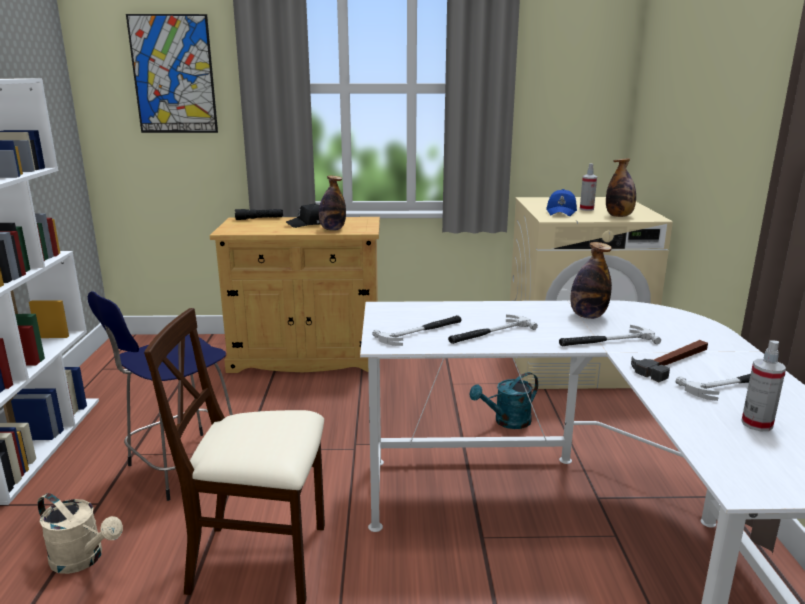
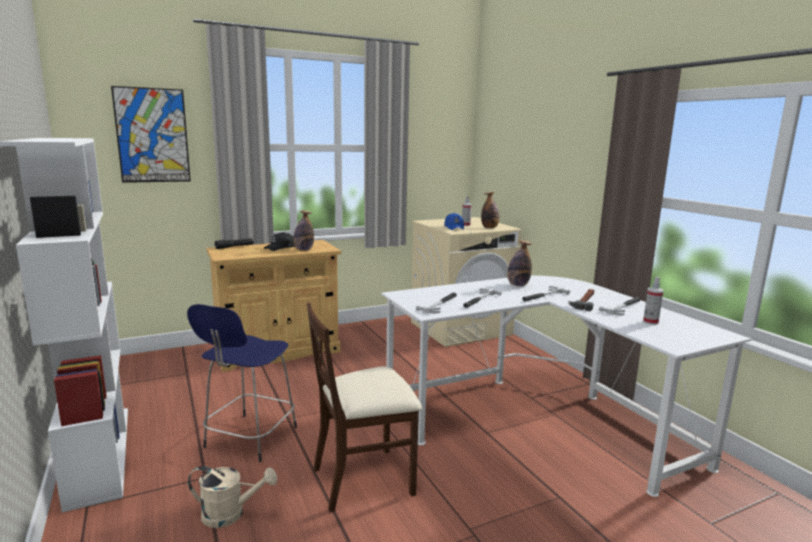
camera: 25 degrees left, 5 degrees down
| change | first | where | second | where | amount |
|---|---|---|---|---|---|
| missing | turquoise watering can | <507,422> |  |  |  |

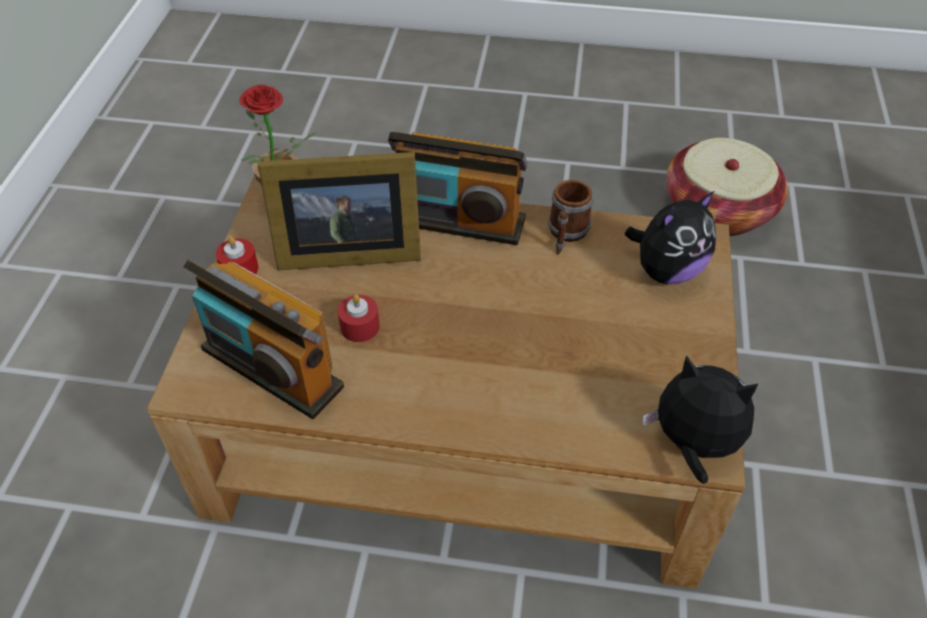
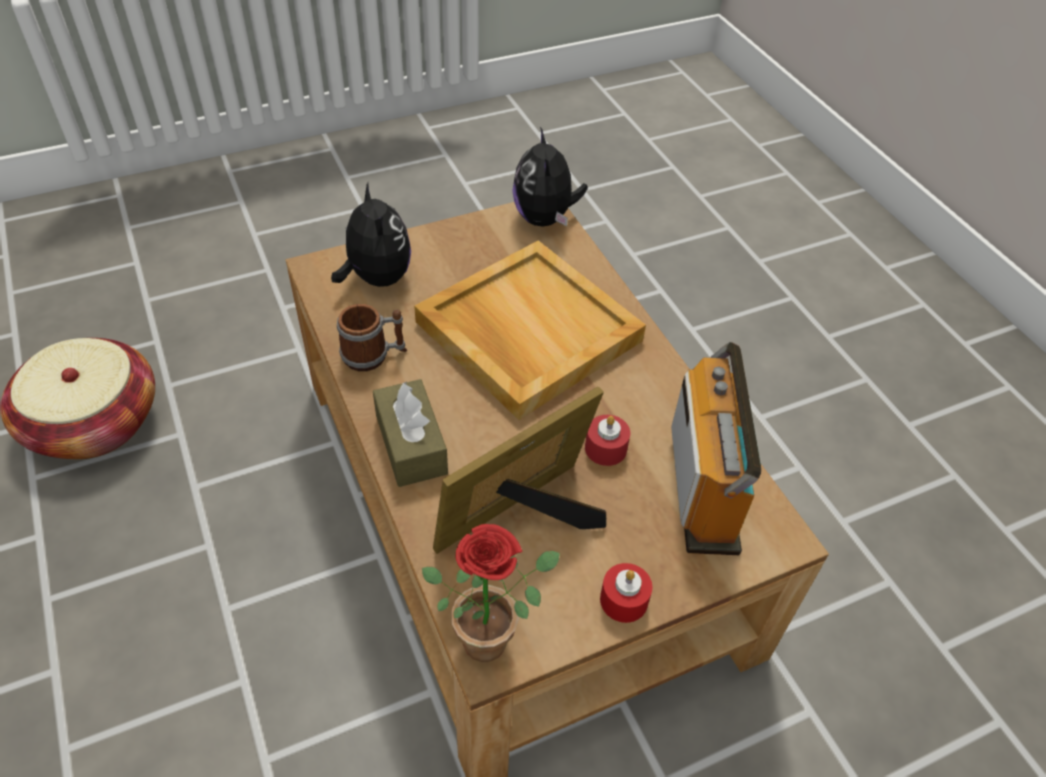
camera: 125 degrees left, 0 degrees up
| change | first | where | second | where | amount |
|---|---|---|---|---|---|
| spun | plush toy | <666,270> |  | <376,277> | 45 degrees clockwise |
| exchanged | radio | <458,221> | brown tissue box | <411,444> |  |
| appeared |  |  | beige tray | <526,331> |  |
| spun | picture frame | <344,251> |  | <524,518> | 90 degrees counterclockwise |

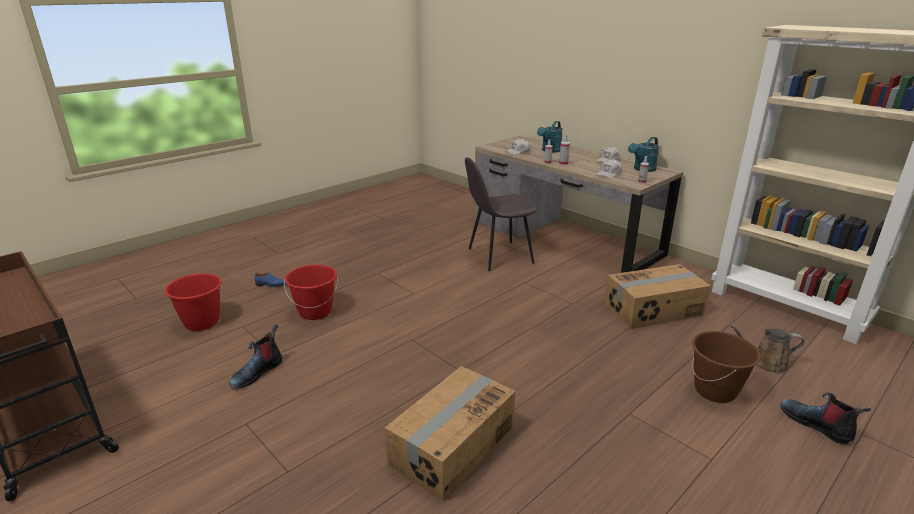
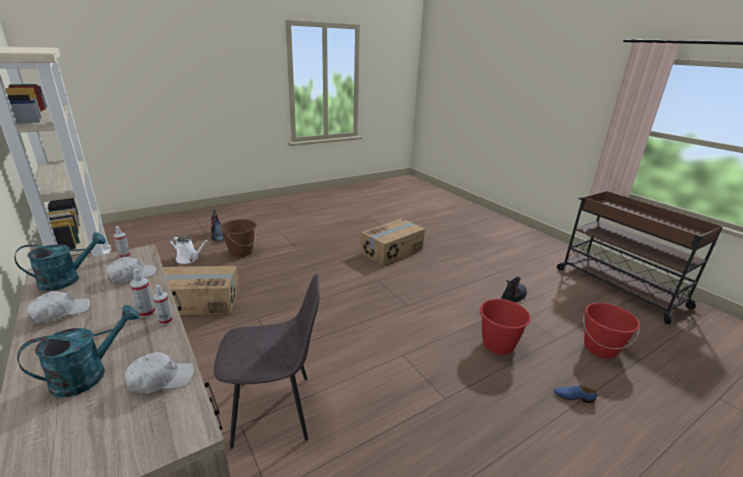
camera: 170 degrees left, 0 degrees up
| change | first | where | second | where | amount |
|---|---|---|---|---|---|
| colour | brown watering can | <765,363> | white watering can | <189,259> |  |

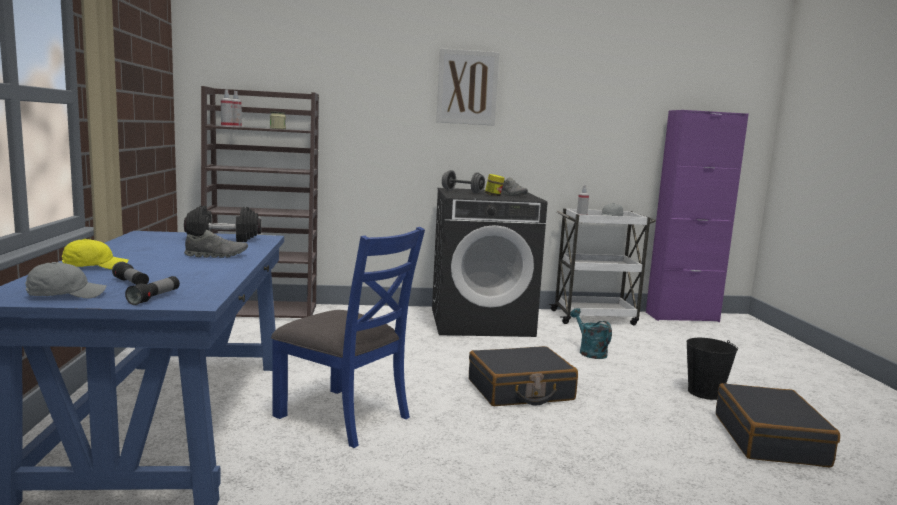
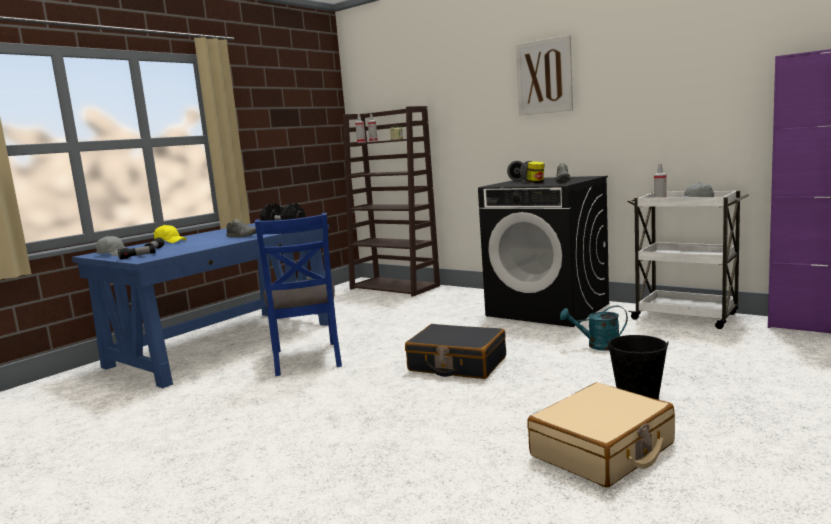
camera: 45 degrees right, 0 degrees up
| change | first | where | second | where | amount |
|---|---|---|---|---|---|
| colour | black suitcase | <770,440> | beige suitcase | <603,450> |  |
| spun | turquoise watering can | <589,352> |  | <597,346> | 105 degrees counterclockwise |

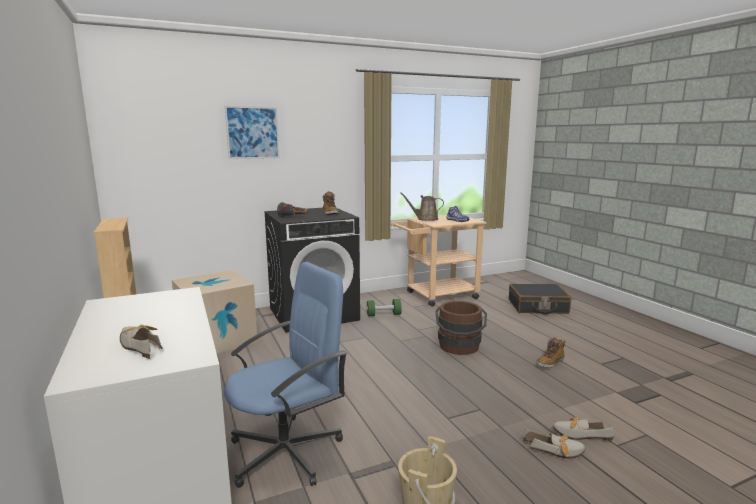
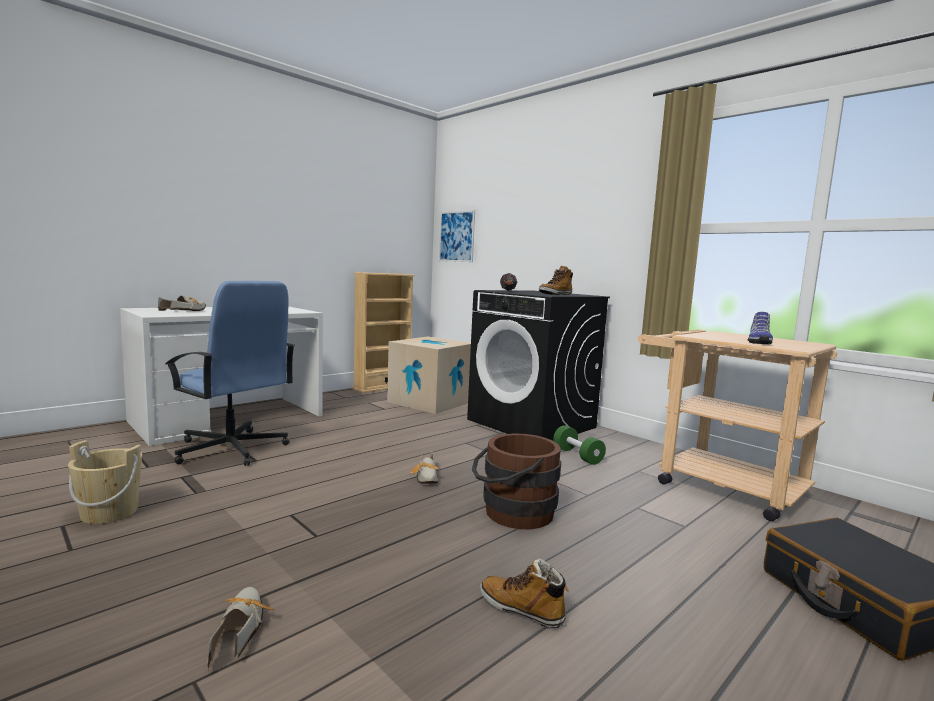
camera: 70 degrees right, 5 degrees down
| change | first | where | second | where | amount |
|---|---|---|---|---|---|
| relocated | shoe | <557,451> |  | <427,477> |  |
| relocated | picture | <252,132> |  | <456,236> |  |
| missing | brown watering can | <425,219> |  |  |  |

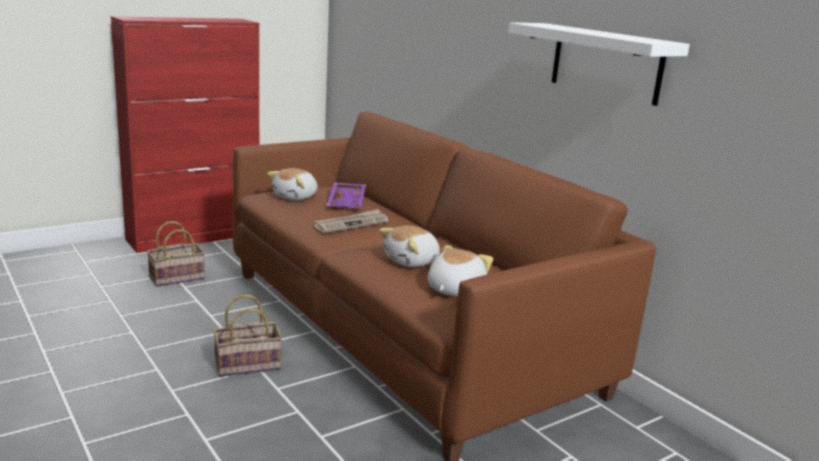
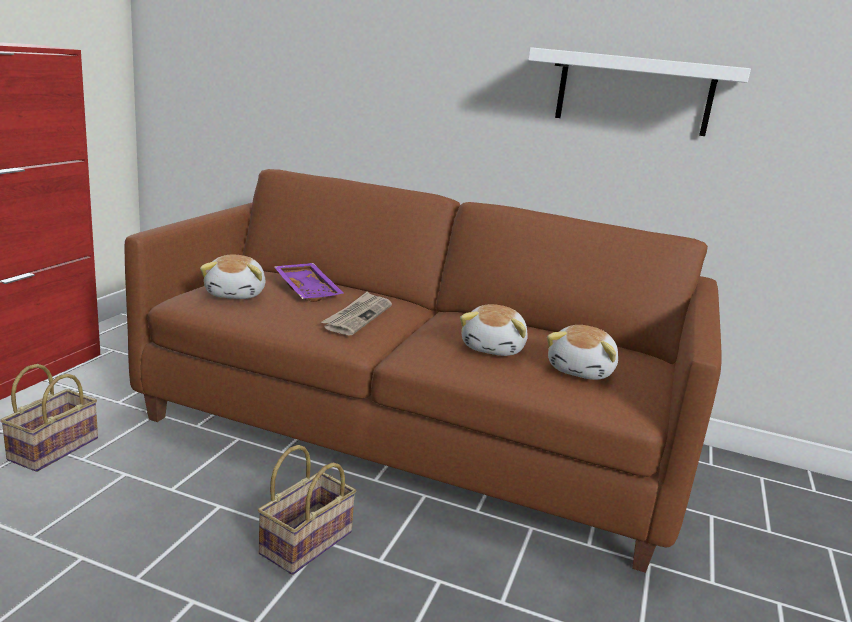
camera: 35 degrees left, 0 degrees up
| change | first | where | second | where | amount |
|---|---|---|---|---|---|
| spun | plush toy | <453,289> |  | <582,370> | 150 degrees counterclockwise |

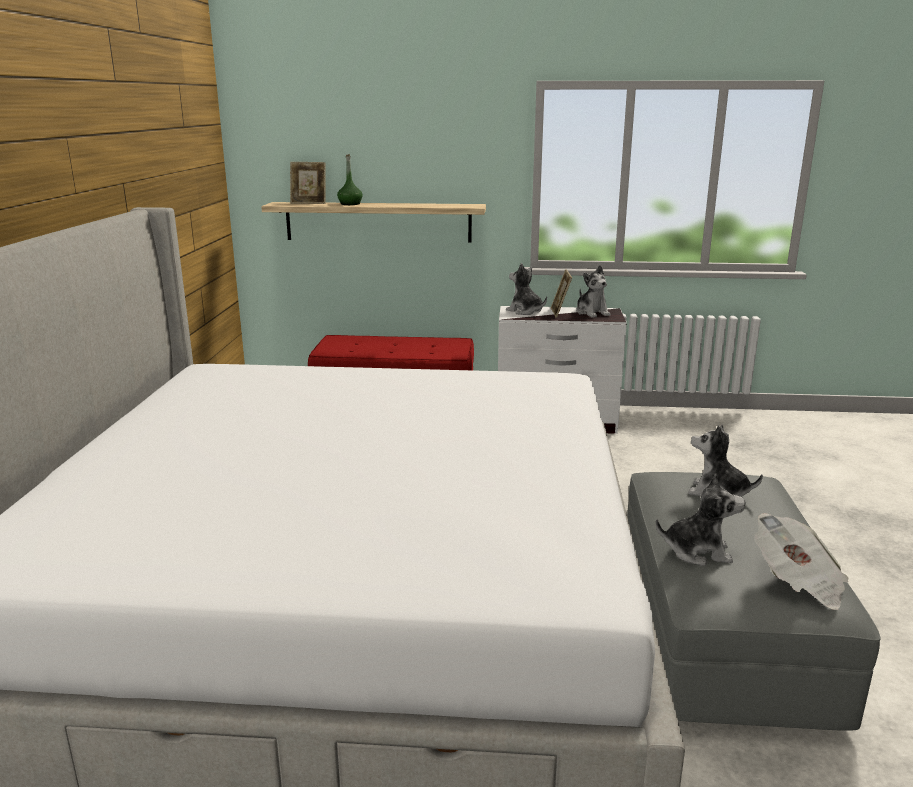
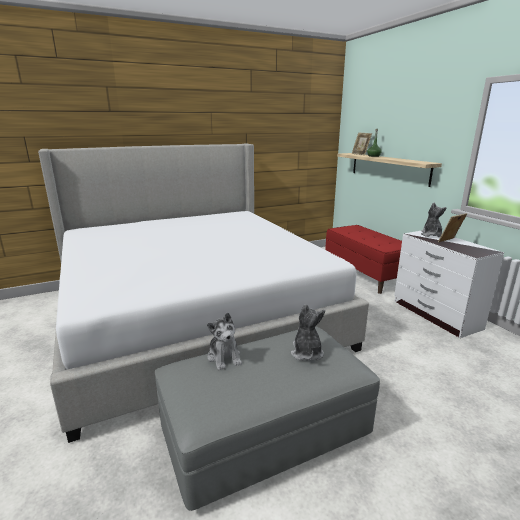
camera: 60 degrees right, 0 degrees up
| change | first | where | second | where | amount |
|---|---|---|---|---|---|
| missing | plush toy | <592,313> |  |  |  |
| missing | newspaper | <798,582> |  |  |  |

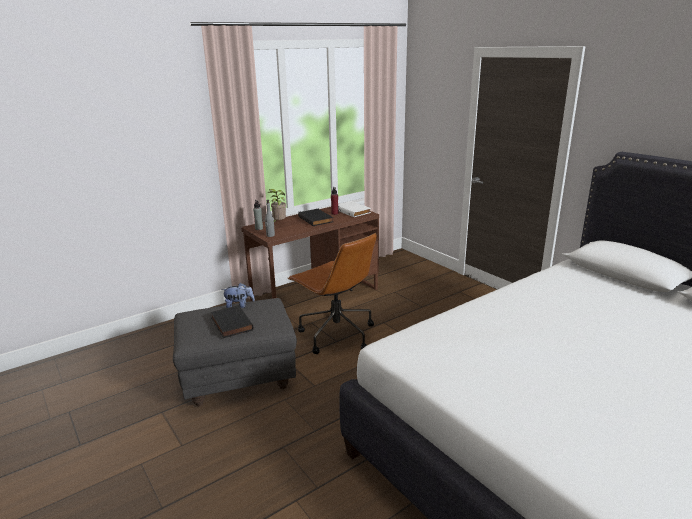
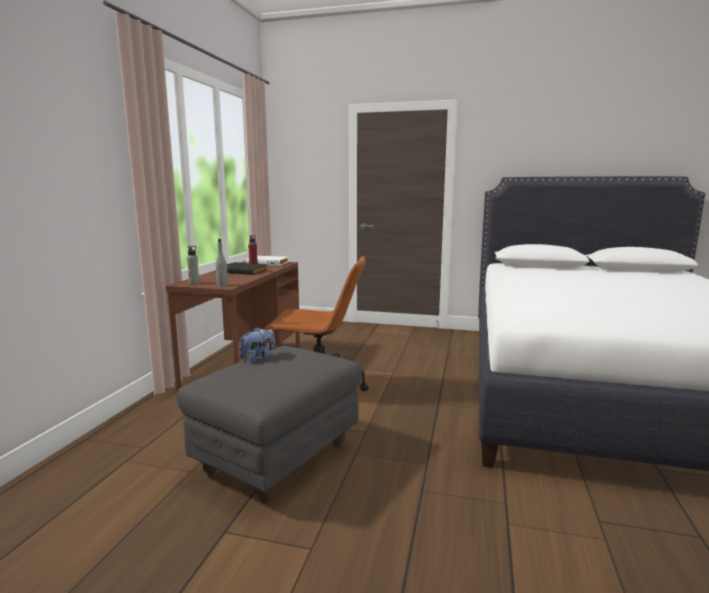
camera: 40 degrees left, 10 degrees down
| change | first | where | second | where | amount |
|---|---|---|---|---|---|
| missing | black book | <230,324> |  |  |  |
| missing | potted plant | <278,223> |  |  |  |

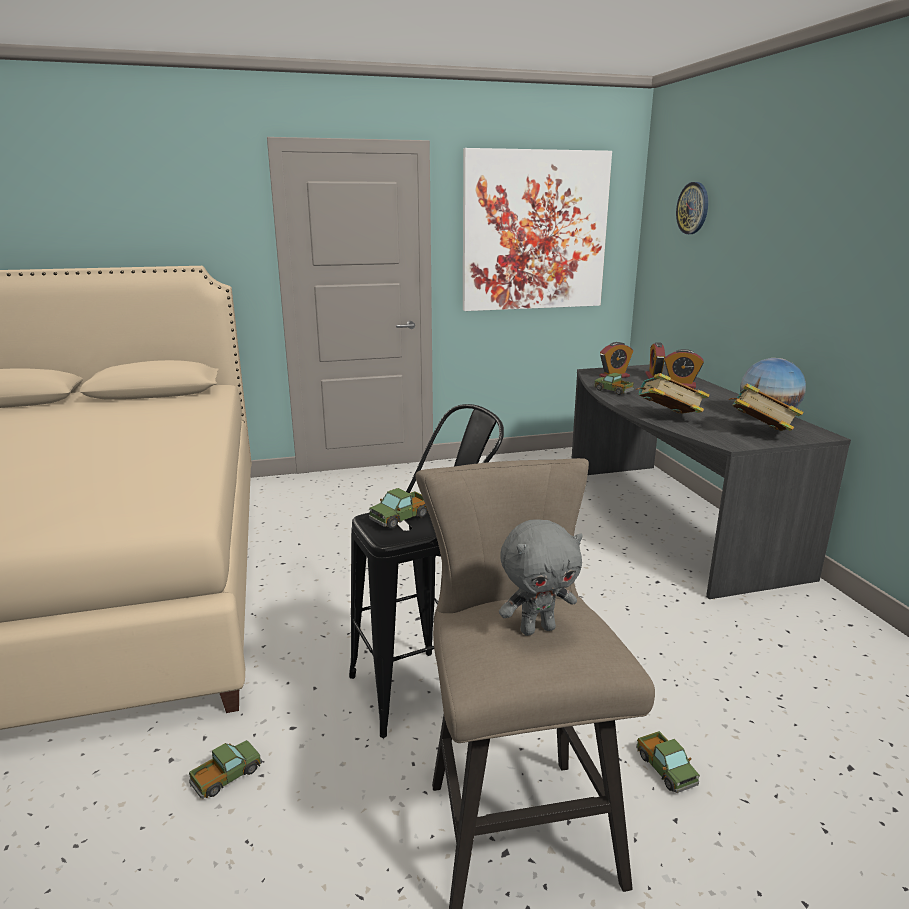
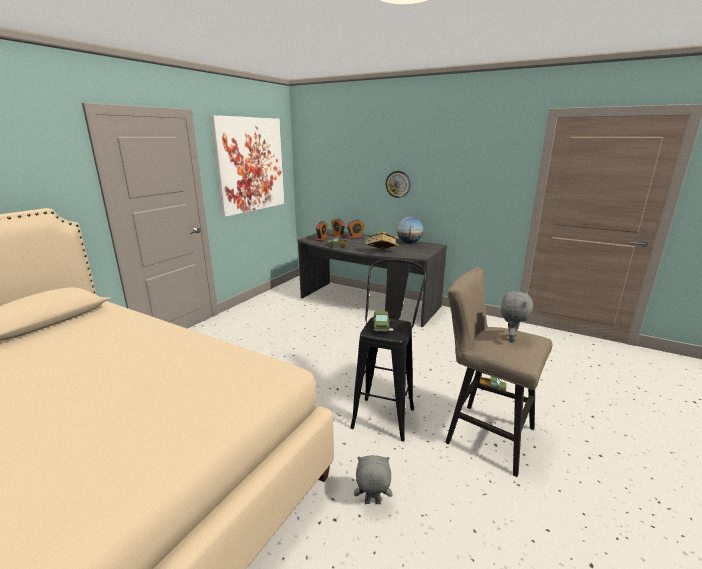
camera: 45 degrees left, 0 degrees up
| change | first | where | second | where | amount |
|---|---|---|---|---|---|
| exchanged | toy truck | <227,777> | grey plush toy | <372,503> |  |
| relocated | wall clock | <693,208> |  | <398,184> |  |
| missing | book | <759,433> |  |  |  |

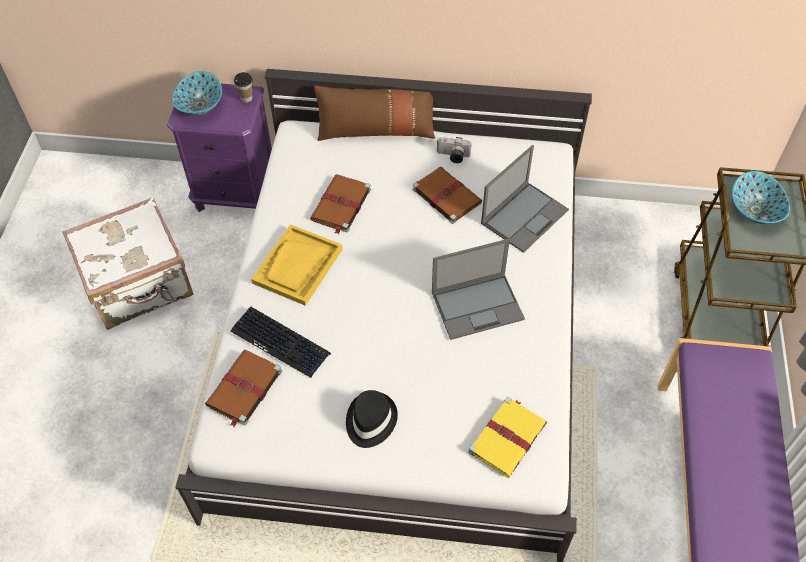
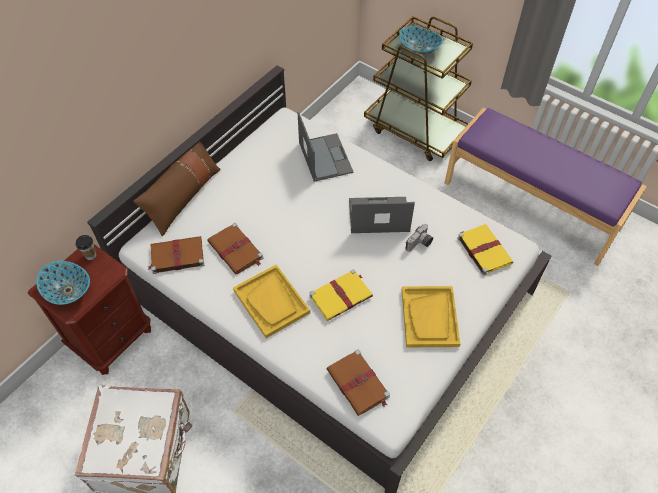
camera: 60 degrees left, 0 degrees up
| change | first | where | second | where | amount |
|---|---|---|---|---|---|
| colour | purple nightstand | <236,193> | brown nightstand | <112,339> |  |
| relocated | brown book | <445,195> |  | <176,256> |  |
| appeared |  |  | yellow book | <341,295> |  |
| spun | laptop | <478,305> |  | <378,215> | 105 degrees counterclockwise |
| exchanged | black hat | <370,420> | yellow tray | <429,317> |  |
| relocated | photo camera | <452,156> |  | <419,244> |  |
| missing | keyboard | <280,342> |  |  |  |

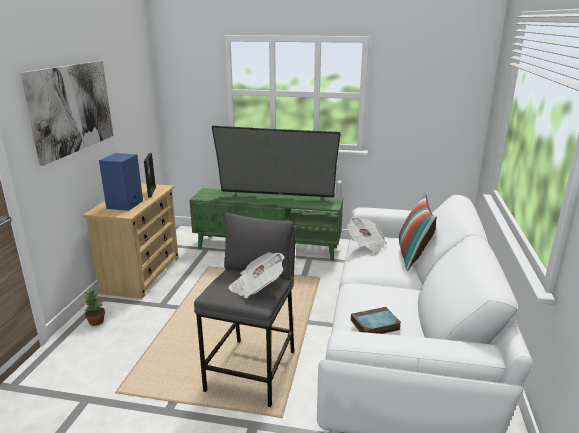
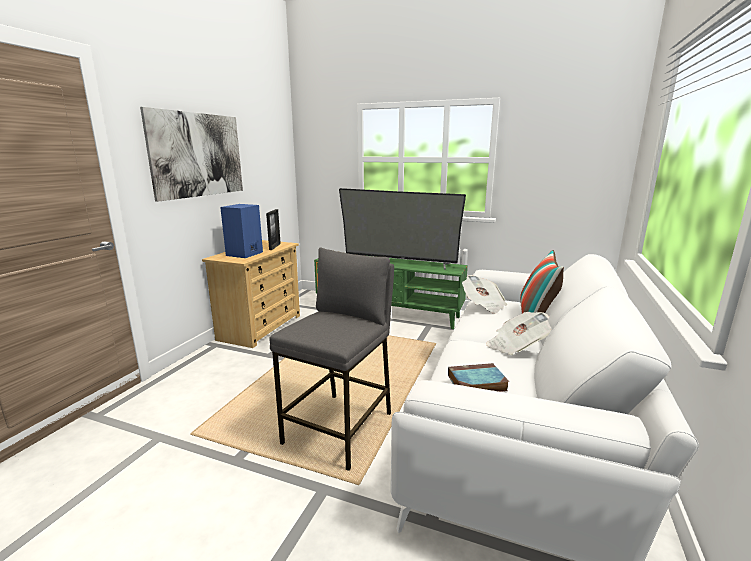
camera: 10 degrees right, 5 degrees down
| change | first | where | second | where | amount |
|---|---|---|---|---|---|
| relocated | newspaper | <256,287> |  | <516,346> |  |
| missing | potted plant | <96,322> |  |  |  |

